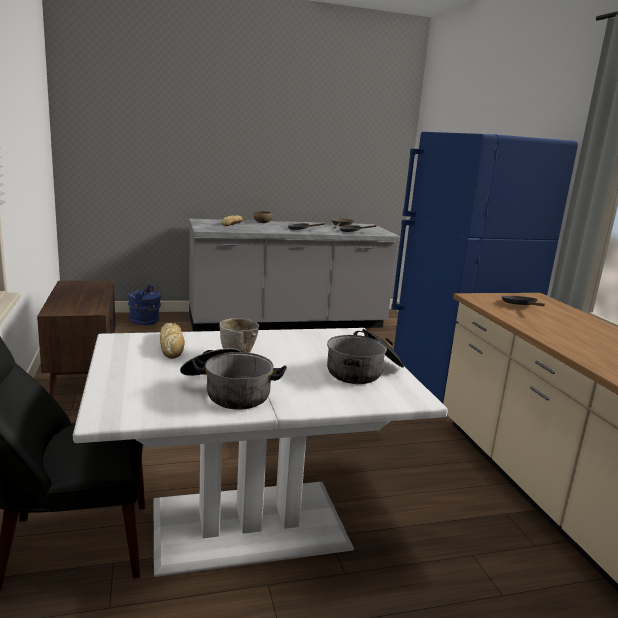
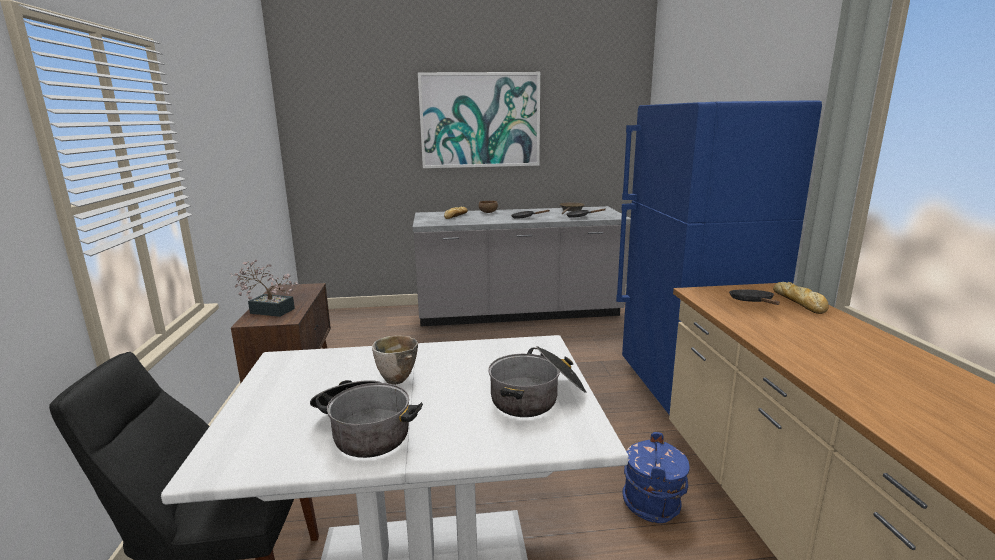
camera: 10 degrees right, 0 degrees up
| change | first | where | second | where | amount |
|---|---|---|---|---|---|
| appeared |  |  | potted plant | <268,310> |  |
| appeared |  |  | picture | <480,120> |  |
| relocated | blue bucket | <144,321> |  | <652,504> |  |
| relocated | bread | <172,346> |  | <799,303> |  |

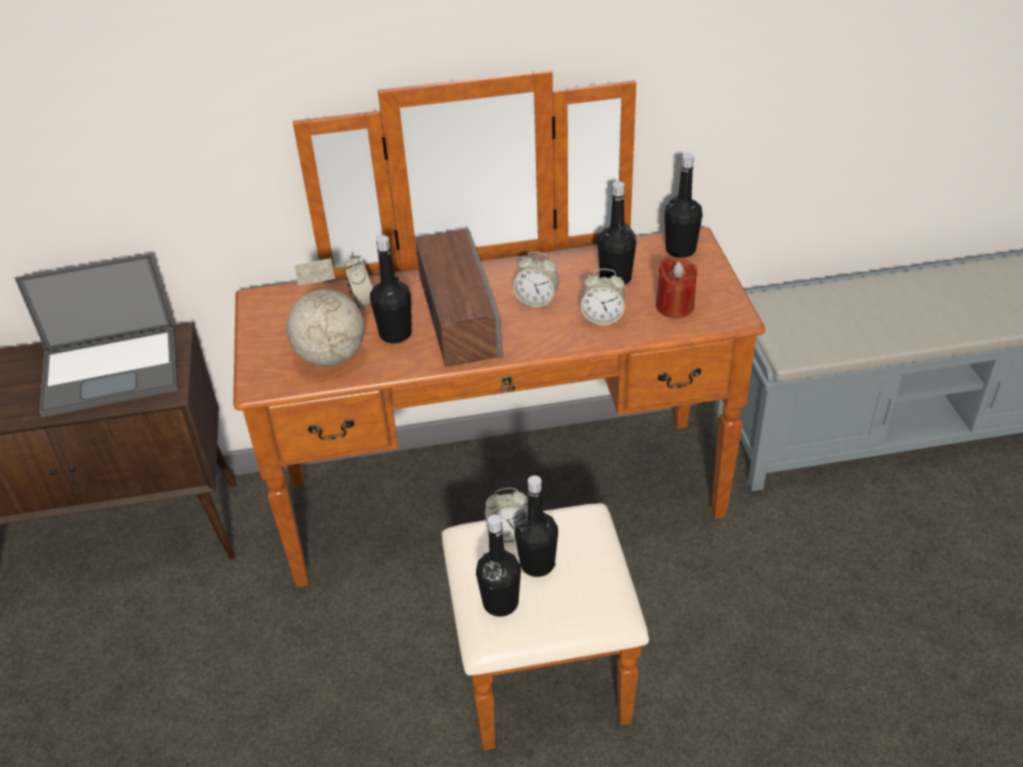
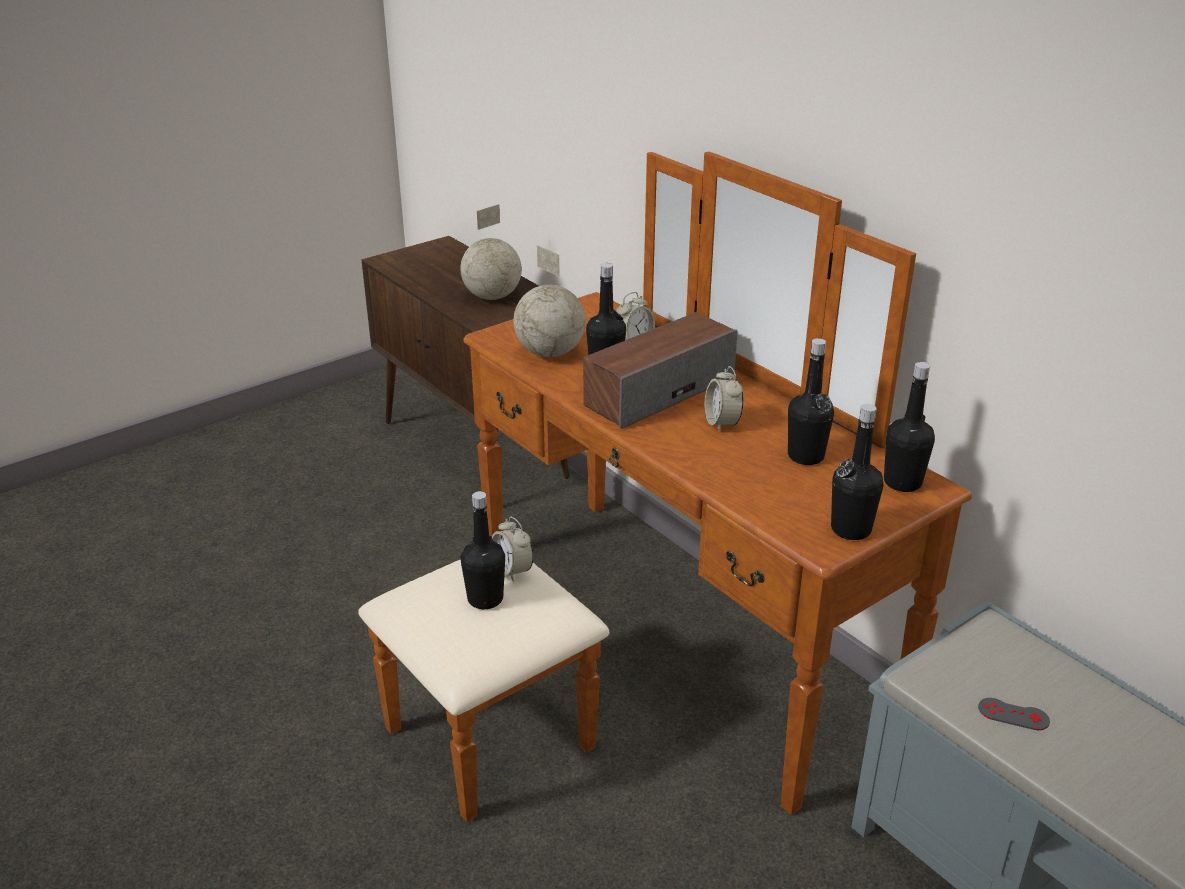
camera: 60 degrees right, 10 degrees down
| change | first | where | second | where | amount |
|---|---|---|---|---|---|
| exchanged | laptop | <113,370> | globe | <493,297> |  |
| relocated | black bottle | <500,603> |  | <851,529> |  |
| appeared |  |  | grey game controller | <1013,714> |  |
| missing | alarm clock | <602,318> |  |  |  |
| missing | red candle | <674,306> |  |  |  |

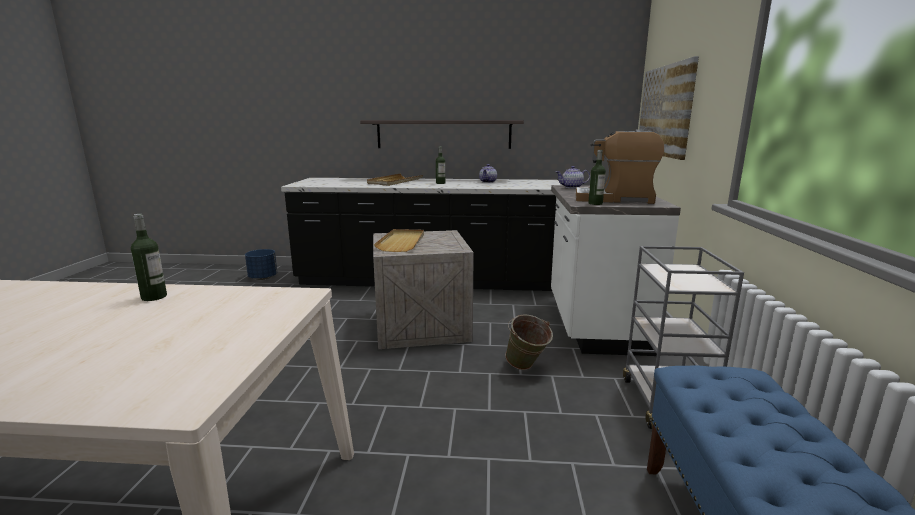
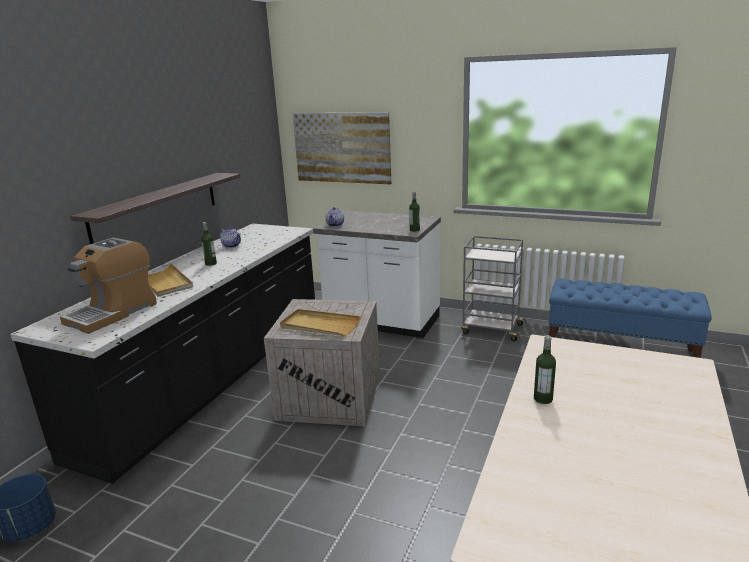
camera: 70 degrees left, 5 degrees up
| change | first | where | second | where | amount |
|---|---|---|---|---|---|
| relocated | coffee machine | <615,199> |  | <113,313> |  |
| missing | green bucket | <526,368> |  |  |  |

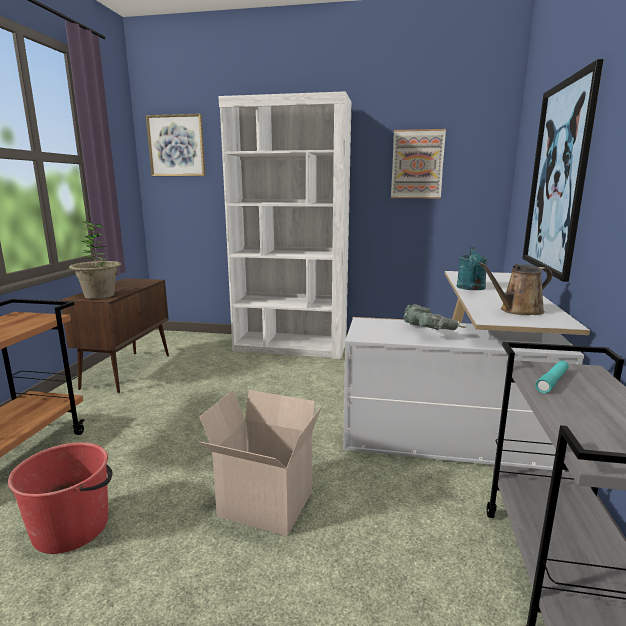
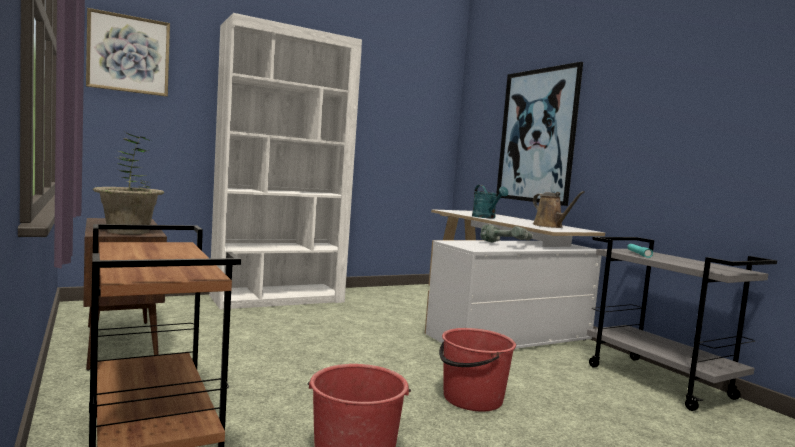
camera: 40 degrees left, 10 degrees down
| change | first | where | second | where | amount |
|---|---|---|---|---|---|
| exchanged | cardboard box | <263,506> | red bucket | <472,399> |  |
| spun | brown watering can | <518,311> |  | <550,226> | 60 degrees counterclockwise |
| missing | picture | <417,164> |  |  |  |

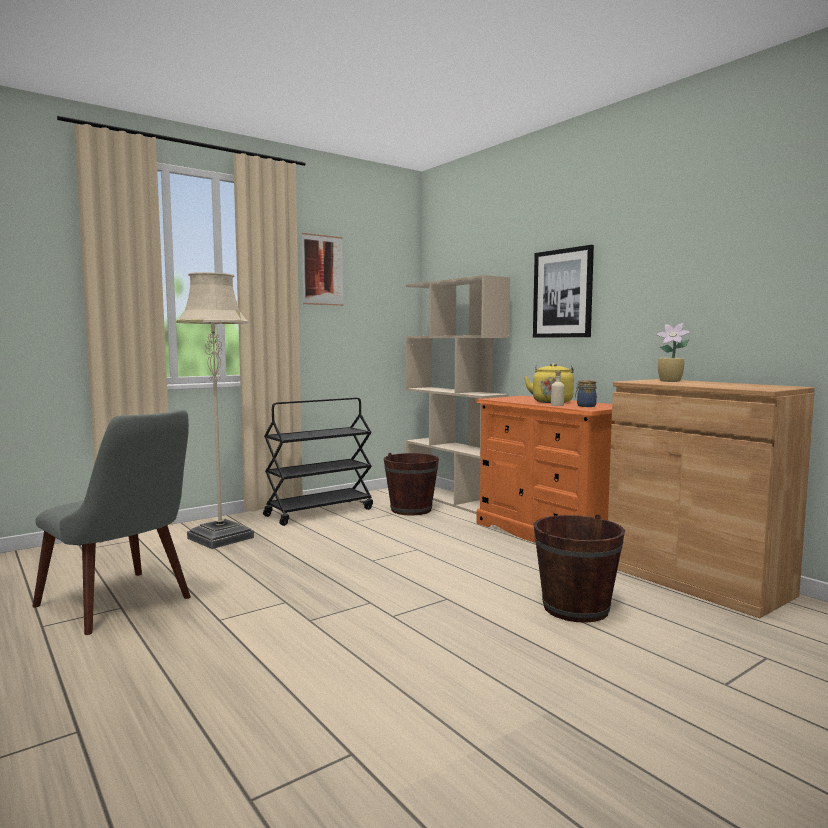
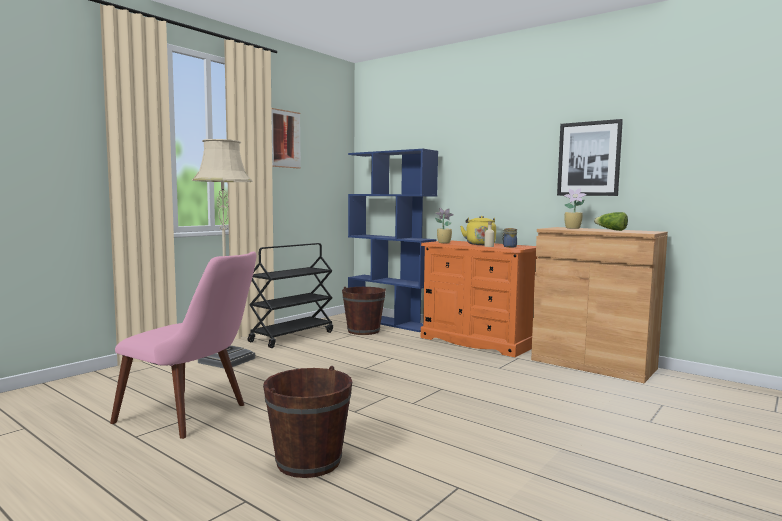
camera: 15 degrees left, 0 degrees up
| change | first | where | second | where | amount |
|---|---|---|---|---|---|
| colour | grey chair | <125,605> | pink chair | <194,415> |  |
| relocated | brown bucket | <576,608> |  | <309,461> |  |
| colour | beige bookcase | <454,500> | blue bookcase | <390,322> |  |
| appeared |  |  | potted plant | <443,242> |  |
| relocated | picture | <563,293> |  | <589,159> |  |
| appeared |  |  | lettuce | <611,230> |  |

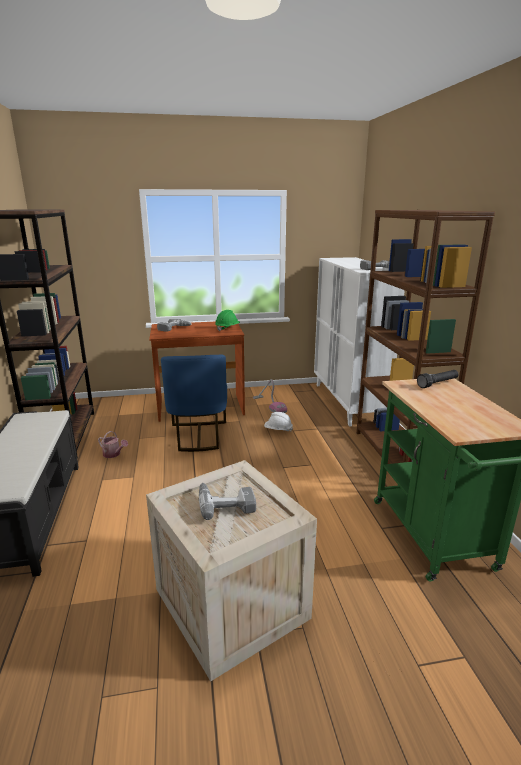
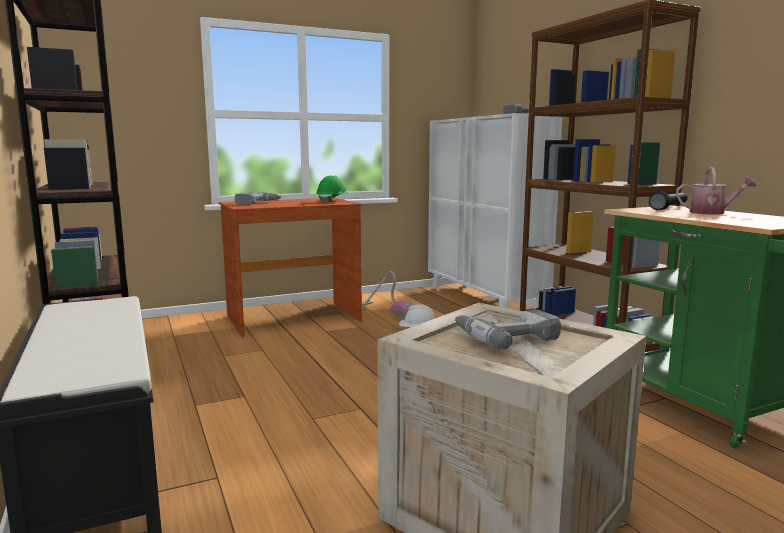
camera: 15 degrees left, 10 degrees down
| change | first | where | second | where | amount |
|---|---|---|---|---|---|
| relocated | watering can | <113,454> |  | <712,213> |  |
| missing | blue chair | <198,436> |  |  |  |

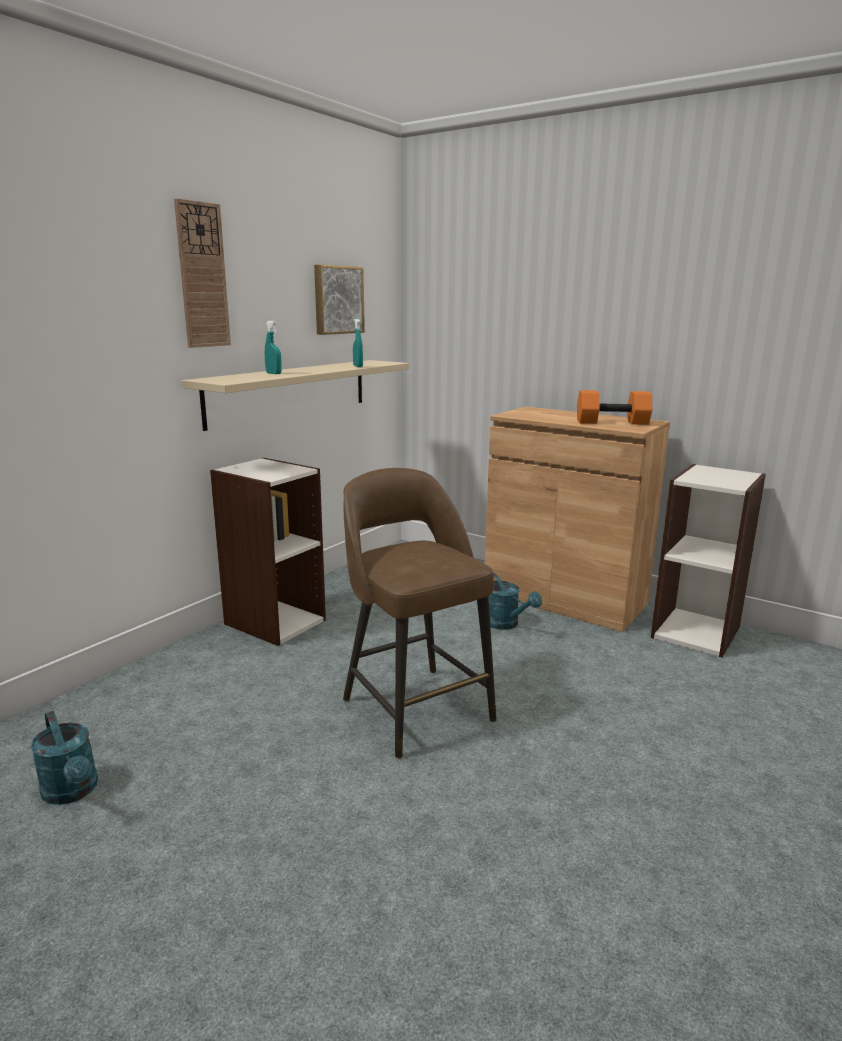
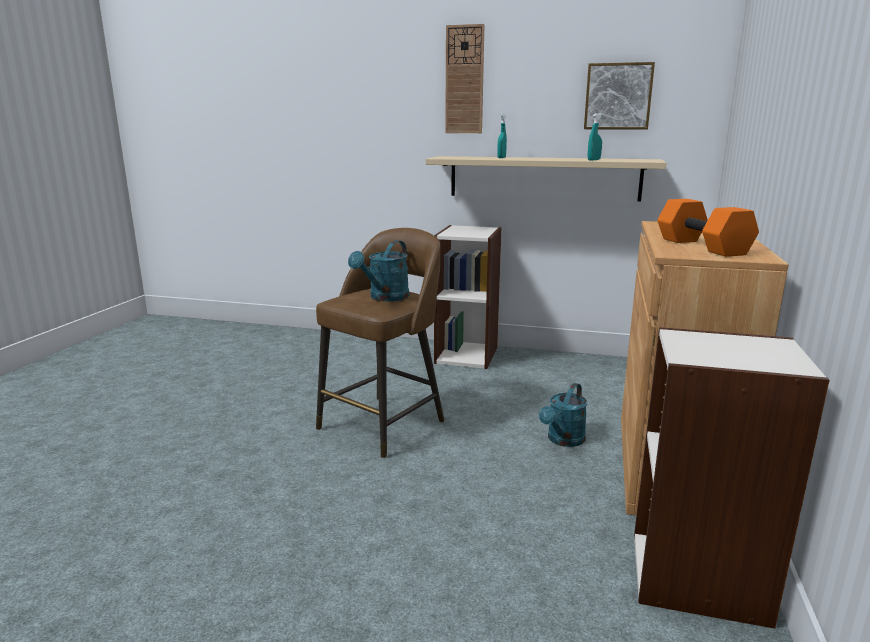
camera: 70 degrees right, 0 degrees up
| change | first | where | second | where | amount |
|---|---|---|---|---|---|
| relocated | turquoise watering can | <73,792> |  | <385,298> |  |

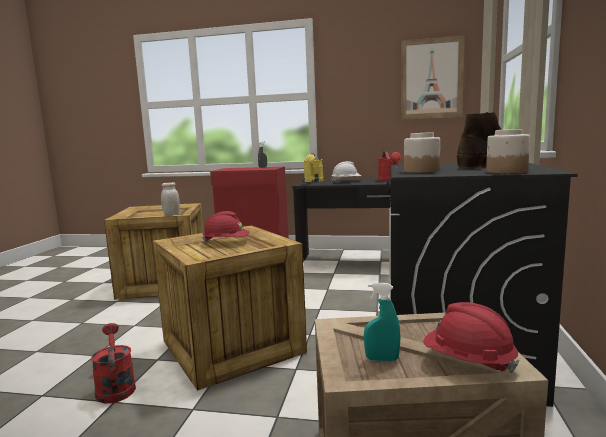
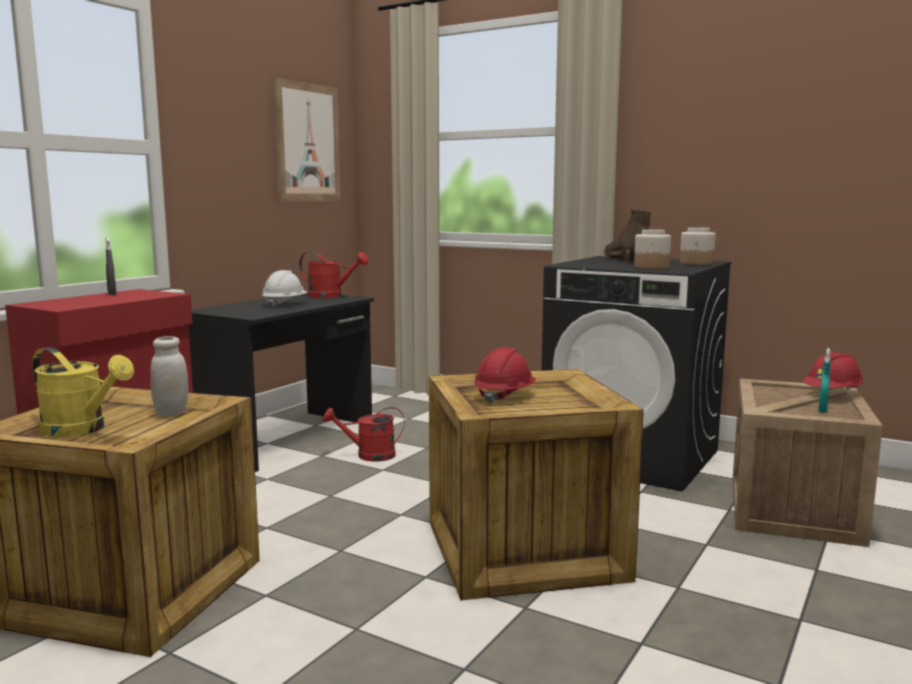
camera: 70 degrees left, 0 degrees up
| change | first | where | second | where | amount |
|---|---|---|---|---|---|
| relocated | yellow watering can | <313,181> |  | <82,429> |  |
| relocated | red watering can | <115,387> |  | <368,455> |  |

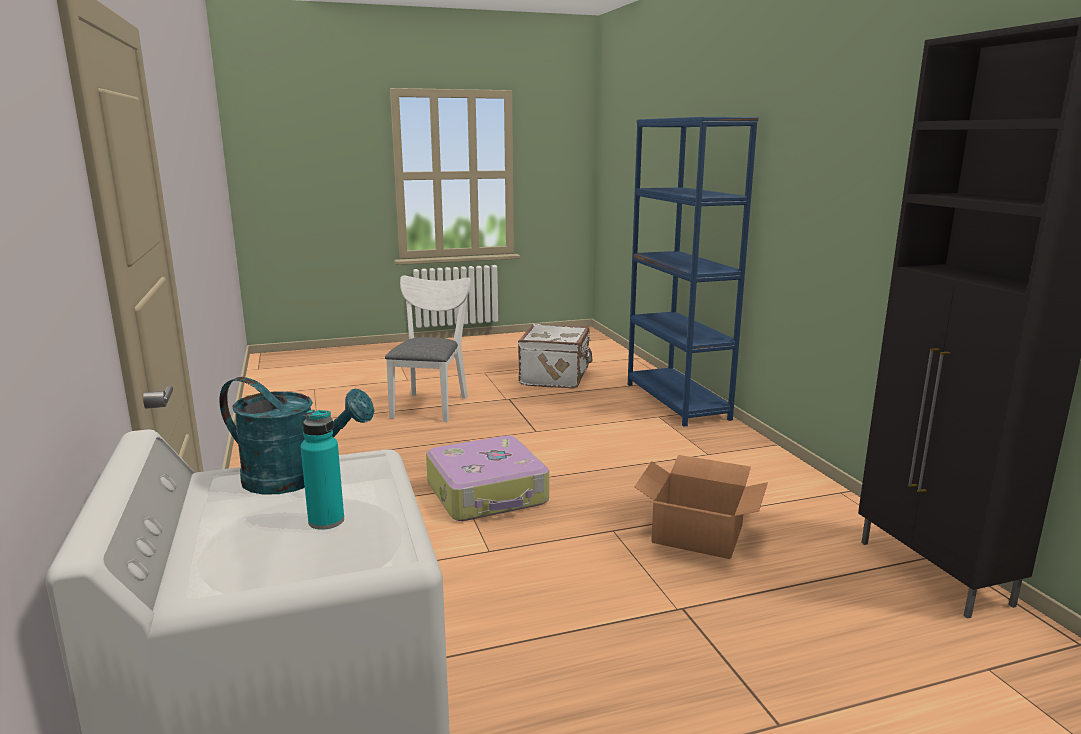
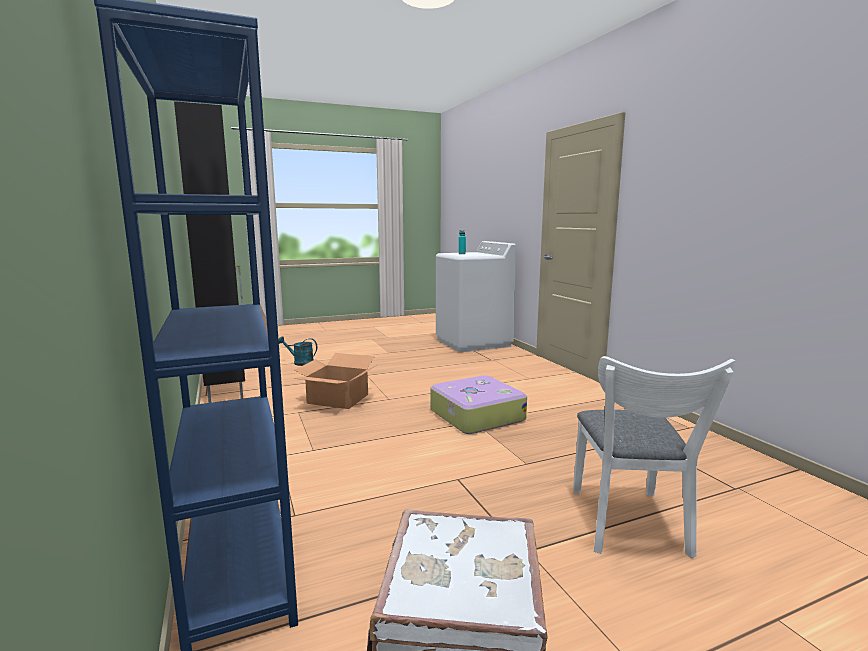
camera: 175 degrees right, 5 degrees down
| change | first | where | second | where | amount |
|---|---|---|---|---|---|
| relocated | turquoise watering can | <295,480> |  | <300,363> |  |

